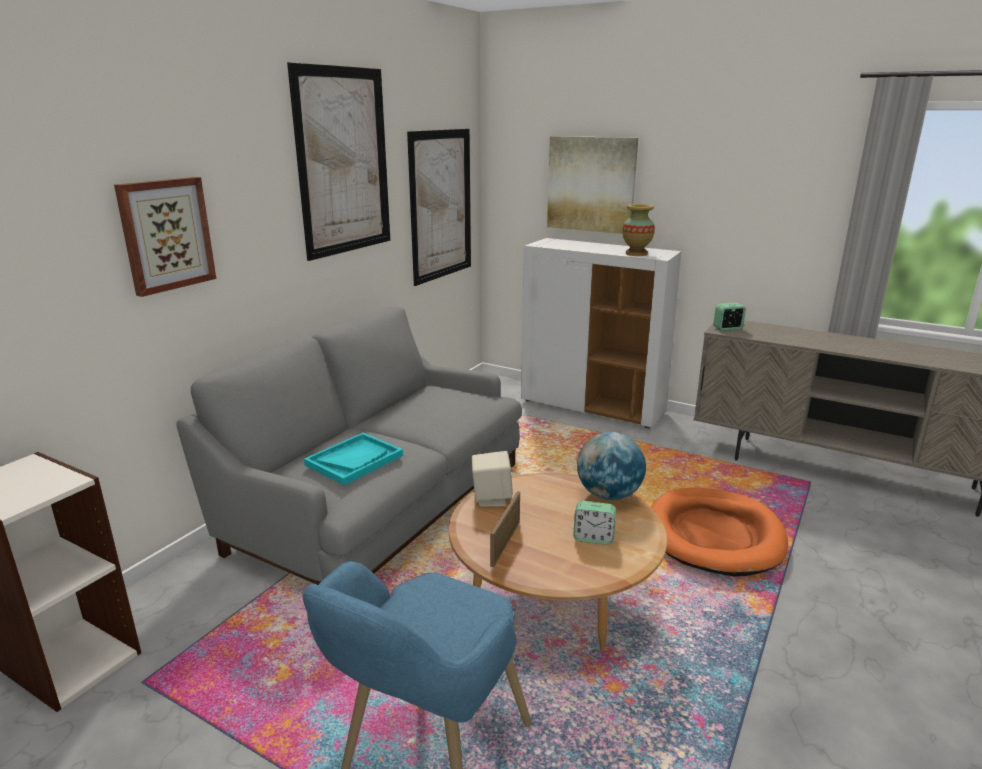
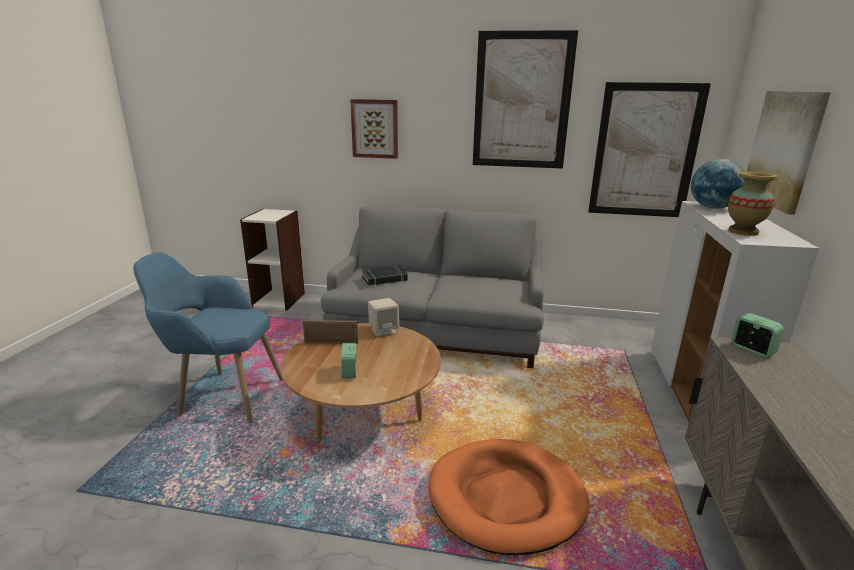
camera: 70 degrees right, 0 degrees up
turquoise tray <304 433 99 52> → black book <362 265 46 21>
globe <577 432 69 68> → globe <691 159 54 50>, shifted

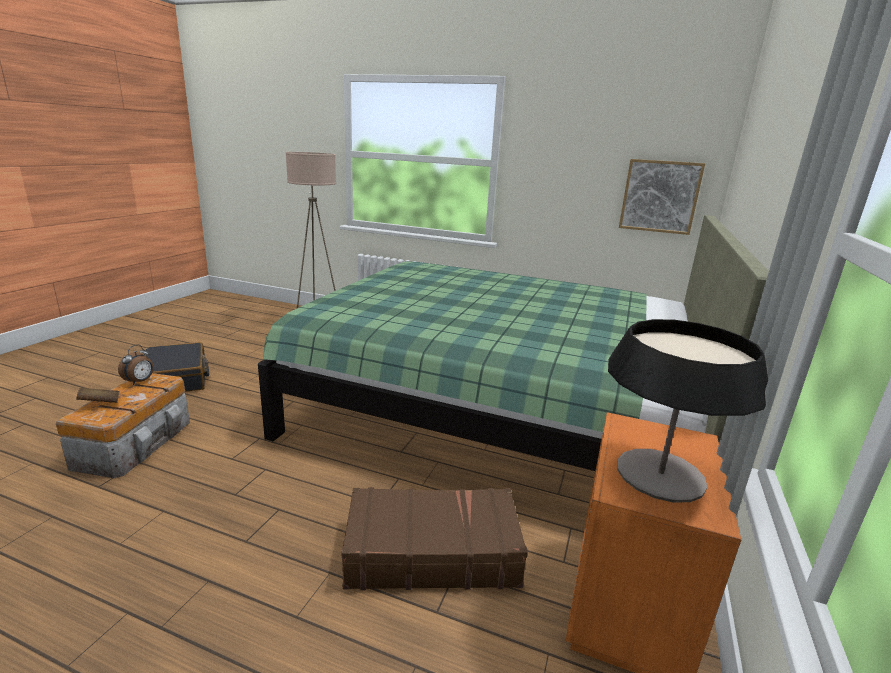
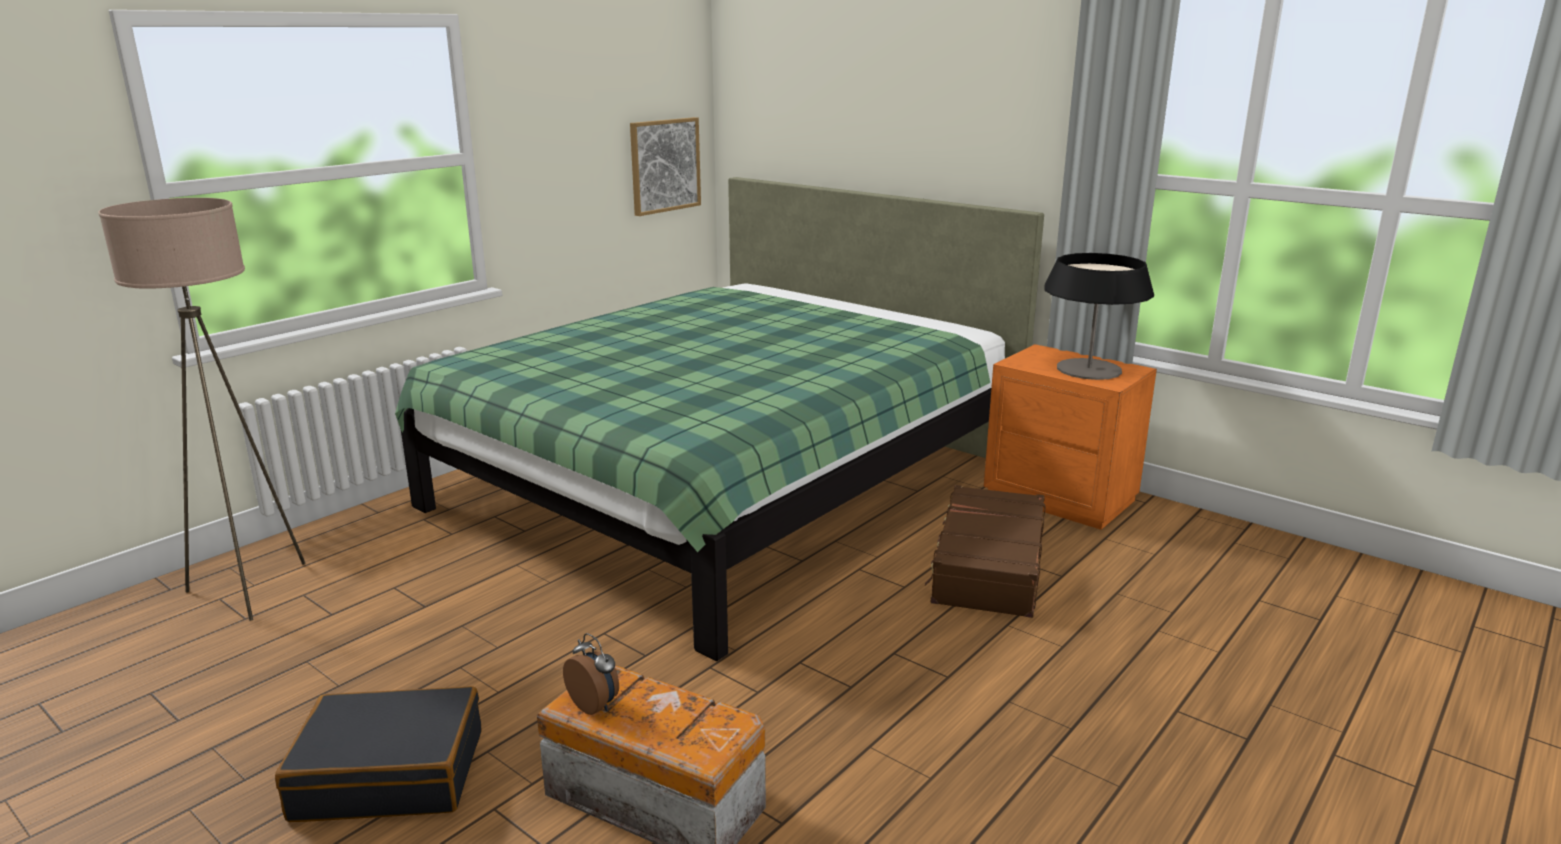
camera: 70 degrees left, 0 degrees up
brown book <76 388 44 15> → -

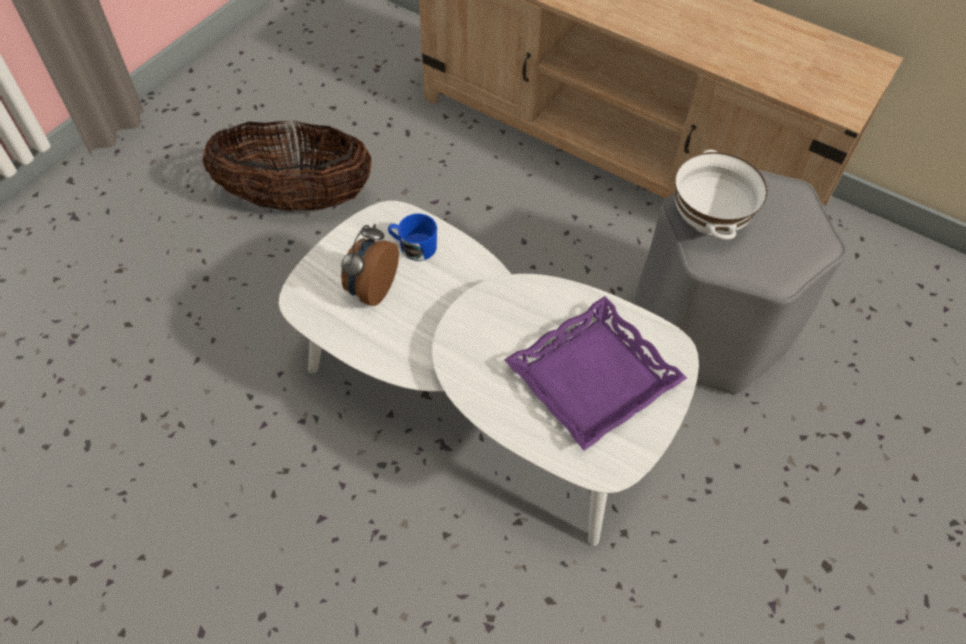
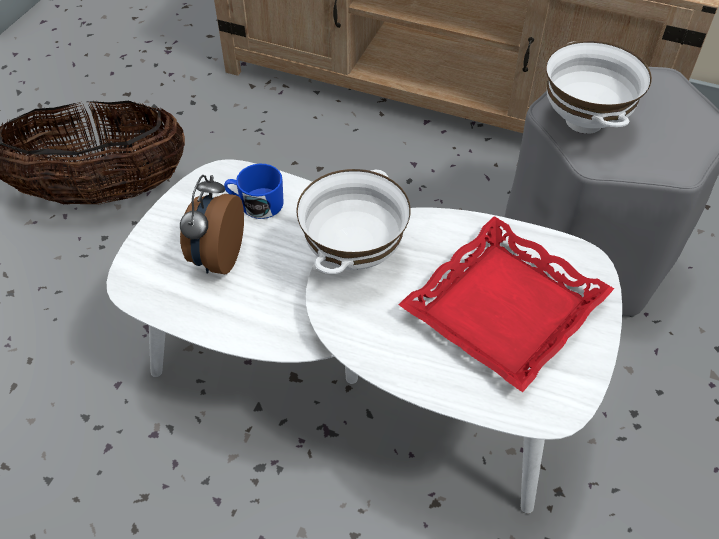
camera: 10 degrees left, 5 degrees down
- → white bowl <297 169 114 105>
purple tray <504 296 183 155> → red tray <398 216 216 176>

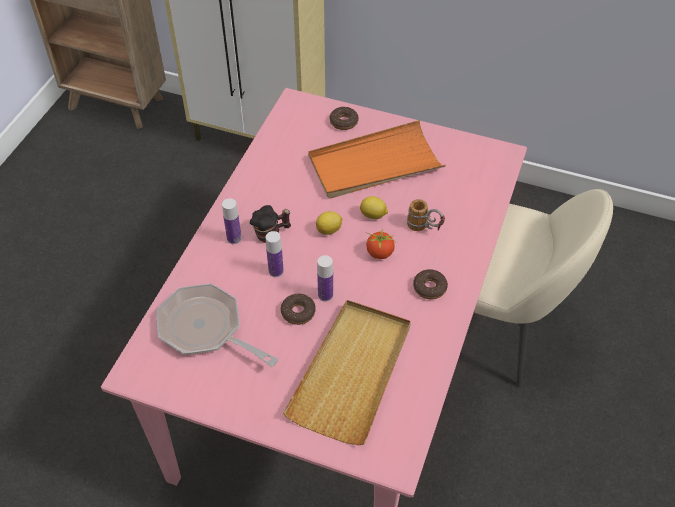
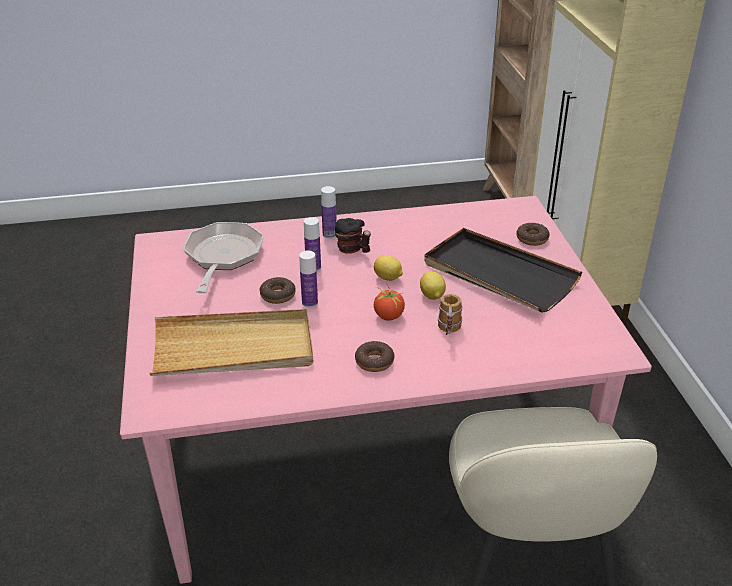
camera: 60 degrees right, 15 degrees down
orange tray <308 120 138 78> → black tray <424 228 158 85>

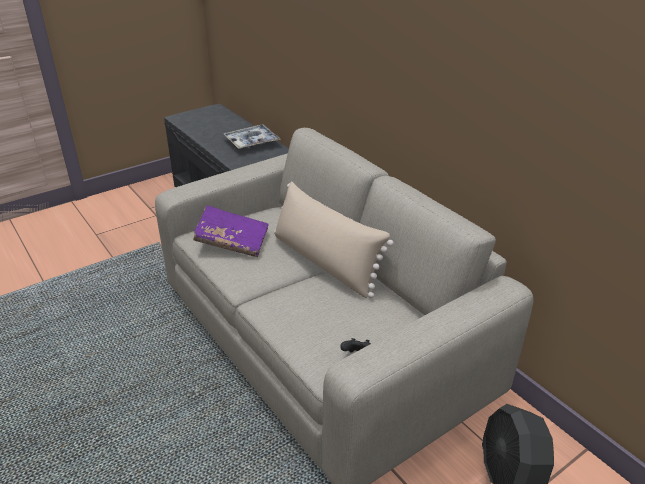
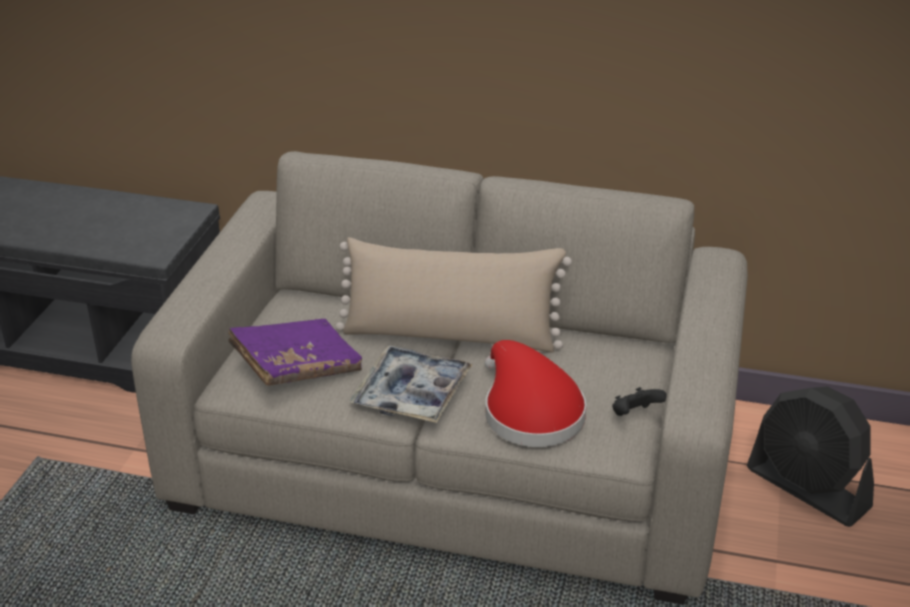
camera: 40 degrees left, 0 degrees up
tray <224 125 57 24> → tray <350 345 123 78>, shifted
- → red hat <485 340 101 107>

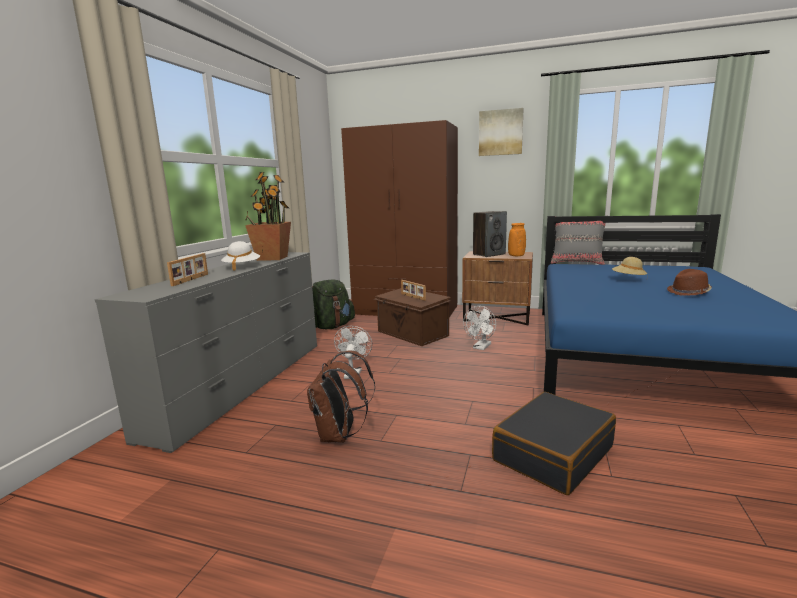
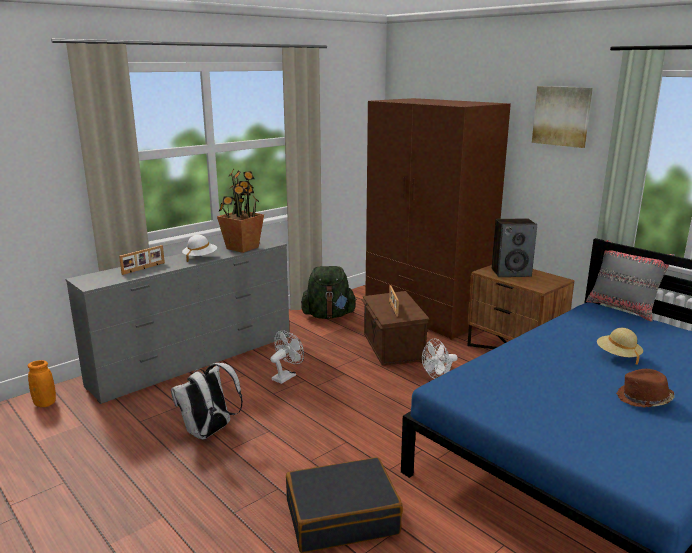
camera: 30 degrees right, 5 degrees up
orange vase <508 223 18 33> → orange vase <28 360 28 47>, shifted
brown backpack <307 350 68 92> → white backpack <171 363 72 77>

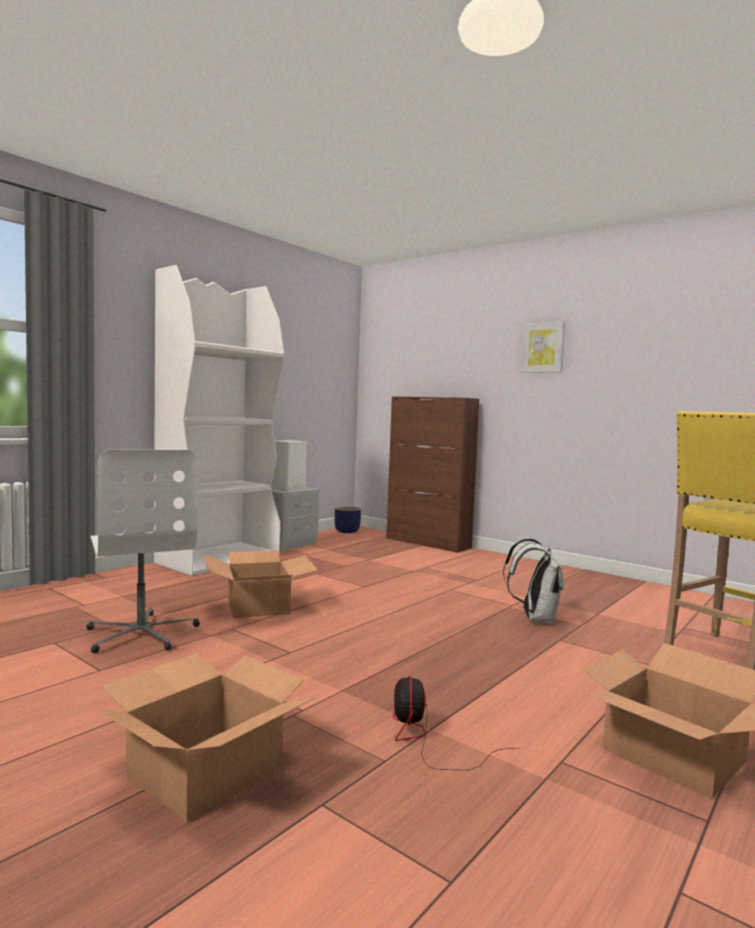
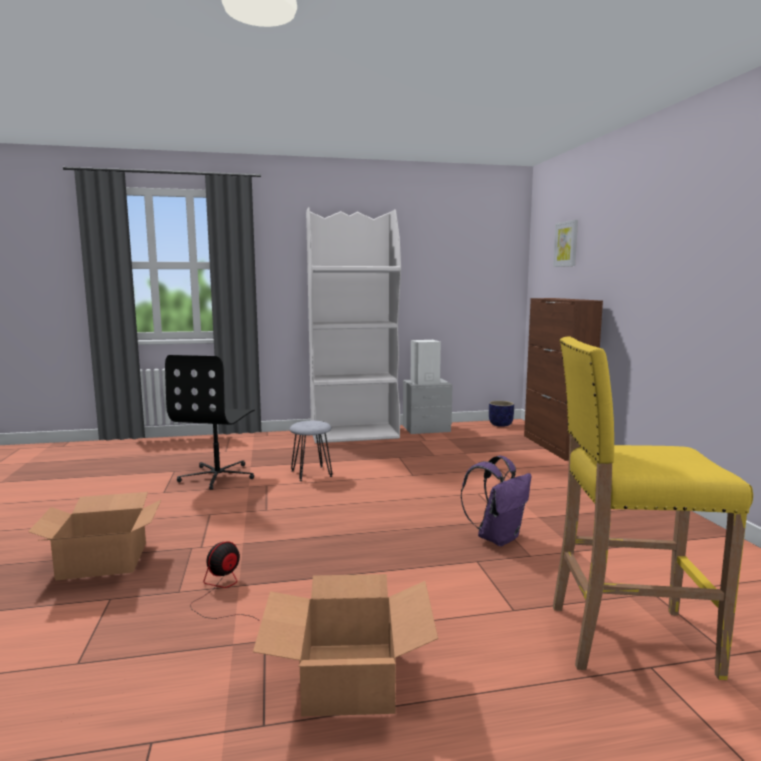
camera: 40 degrees right, 5 degrees up
white office chair <86 450 114 203> → black office chair <165 355 90 135>
cardboard box <205 550 112 68> → grey stool <290 421 42 60>
white backpack <503 538 61 86> → purple backpack <461 456 70 90>
picture <521 321 44 52> → picture <553 220 25 47>, shifted

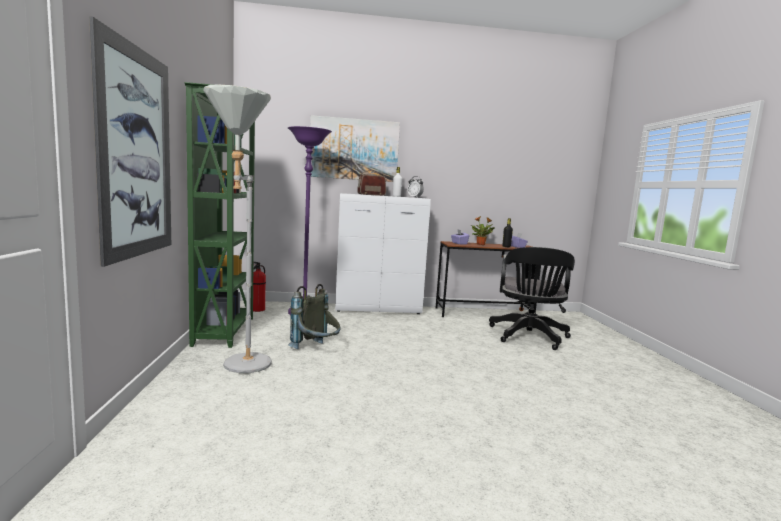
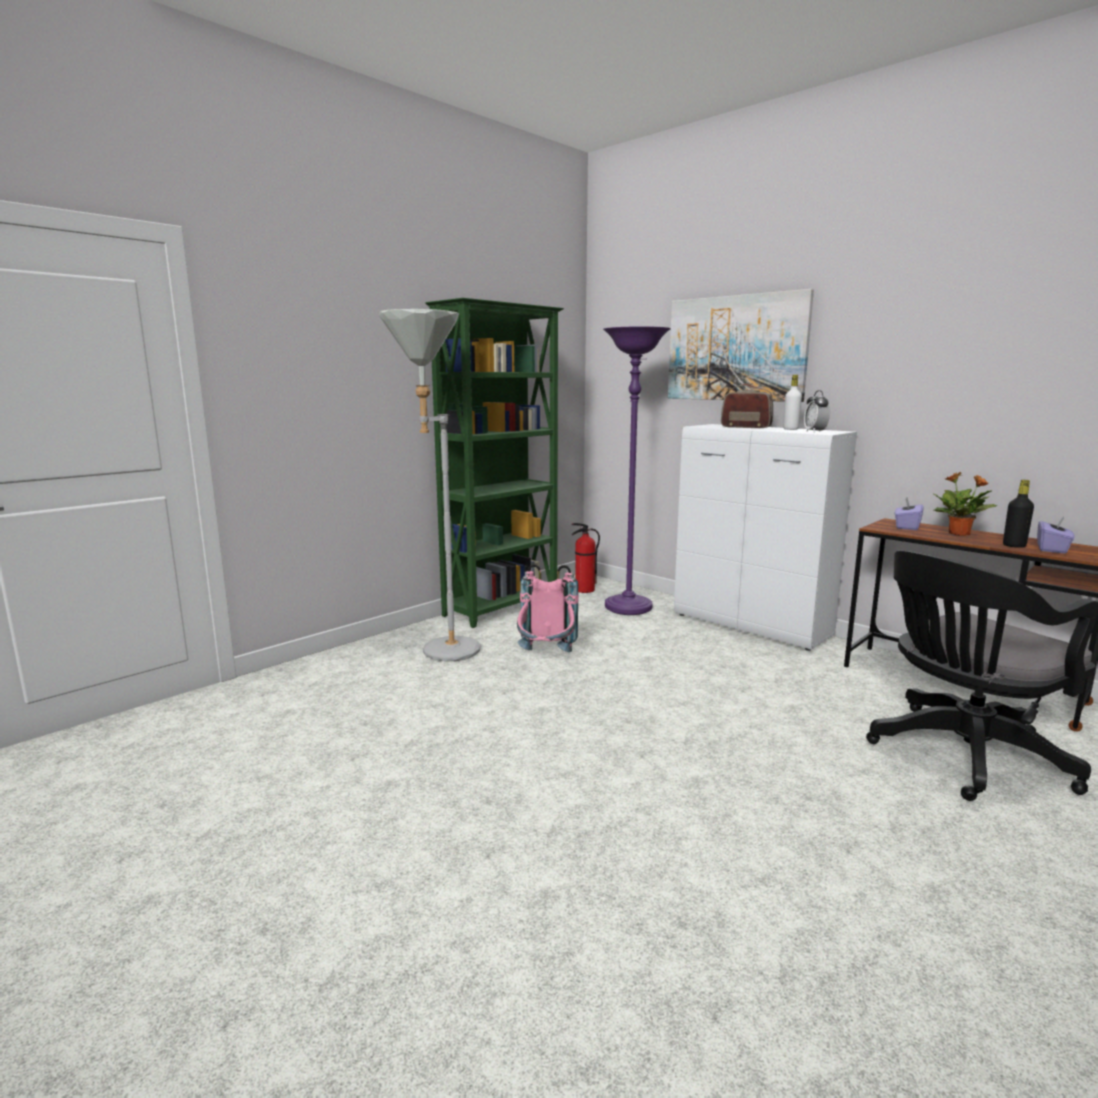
camera: 50 degrees right, 5 degrees up
grey backpack <288 284 53 65> → pink backpack <517 564 62 88>
picture <89 16 82 251> → -

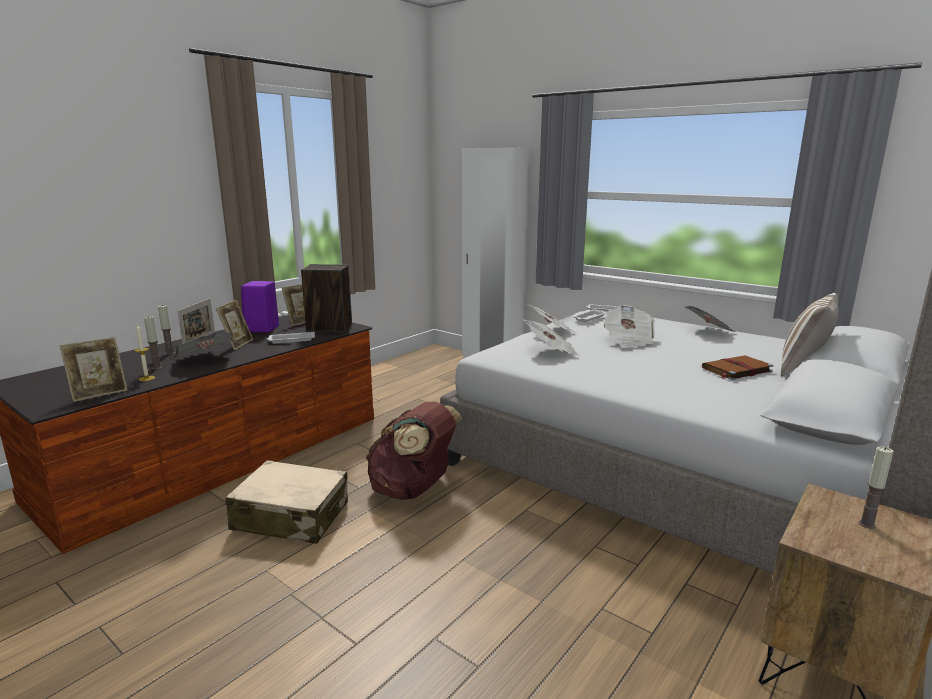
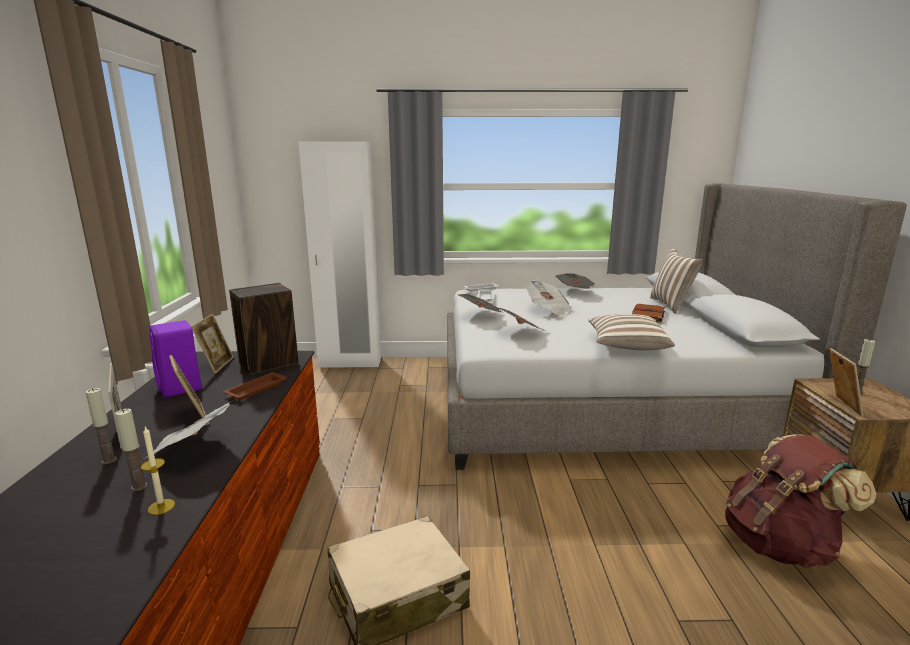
camera: 40 degrees left, 0 degrees up
white tray <267 331 48 13> → brown tray <224 372 63 28>
- → pillow <588 314 87 36>
brown backpack <366 402 96 98> → brown backpack <725 434 151 134>, shifted
picture frame <60 337 67 65> → picture frame <829 348 35 68>, shifted

